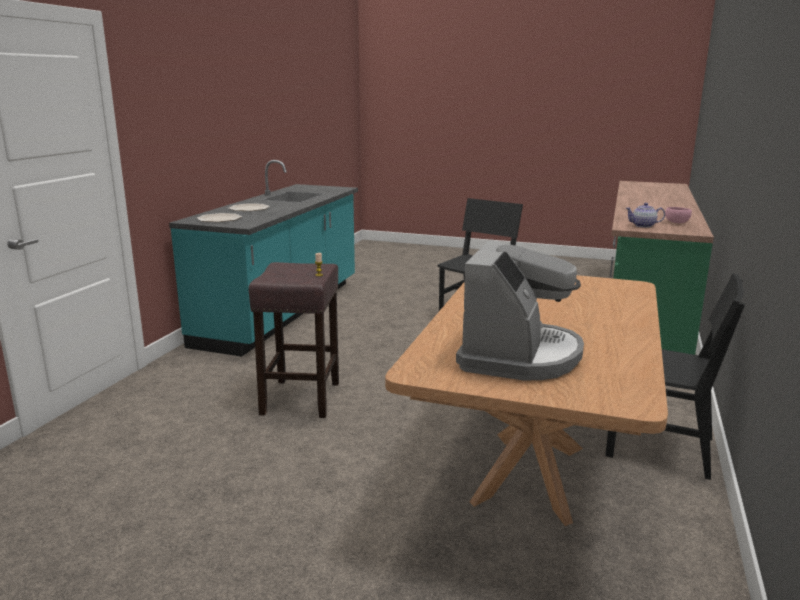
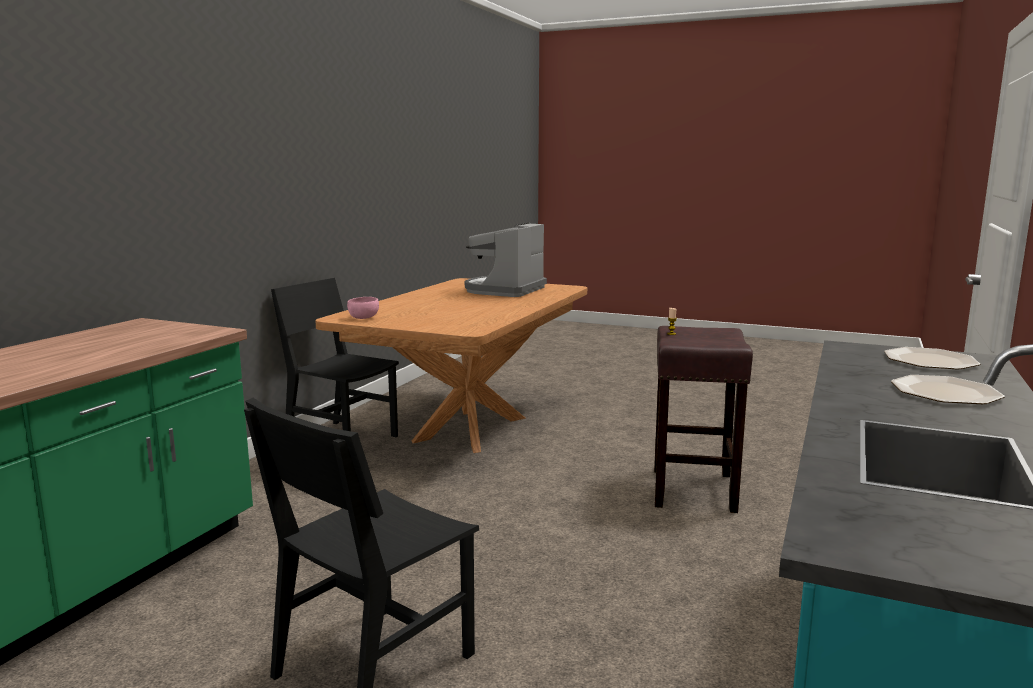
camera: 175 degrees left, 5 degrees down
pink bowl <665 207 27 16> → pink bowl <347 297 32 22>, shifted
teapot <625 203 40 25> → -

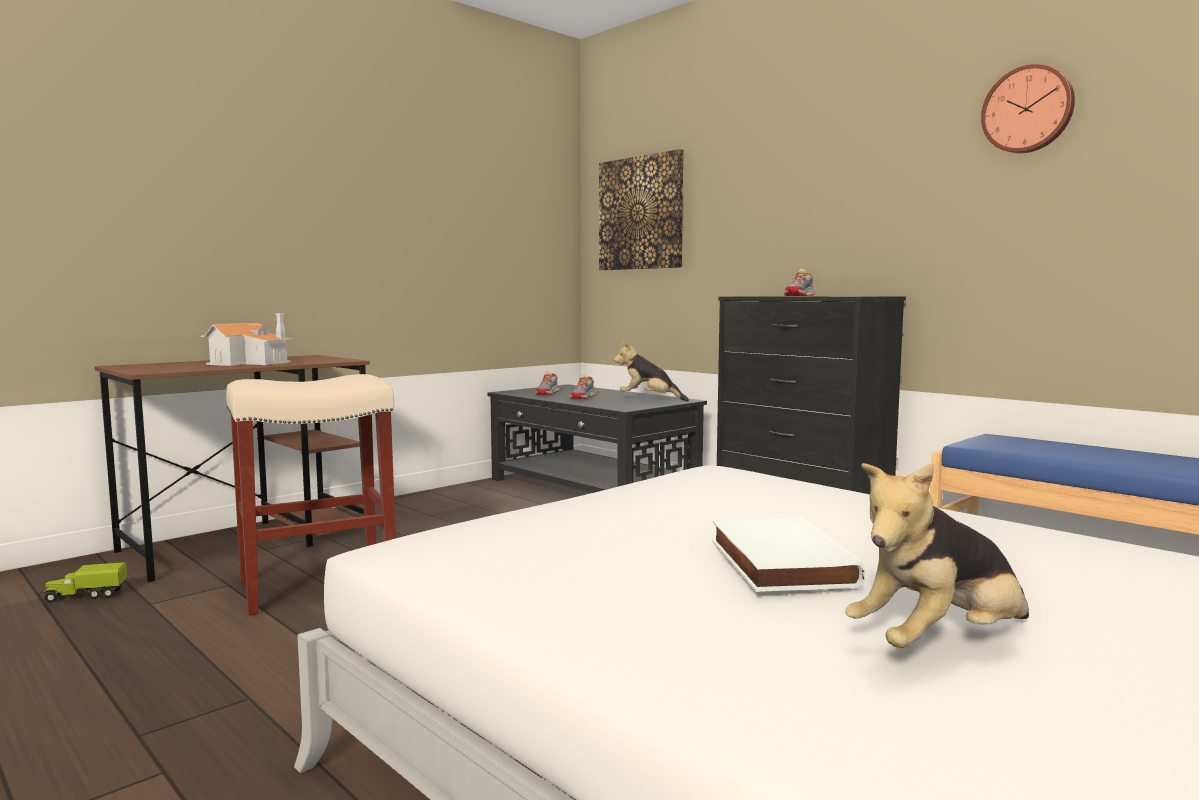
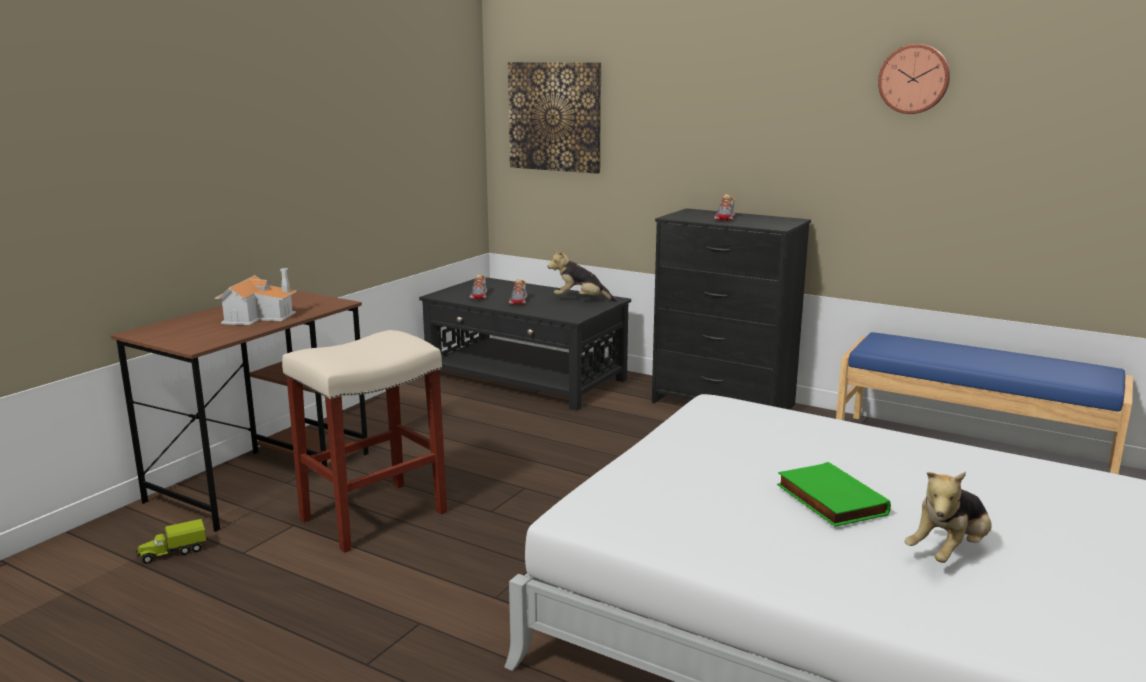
camera: 15 degrees left, 10 degrees up
white book <712 517 153 75> → green book <777 462 114 65>

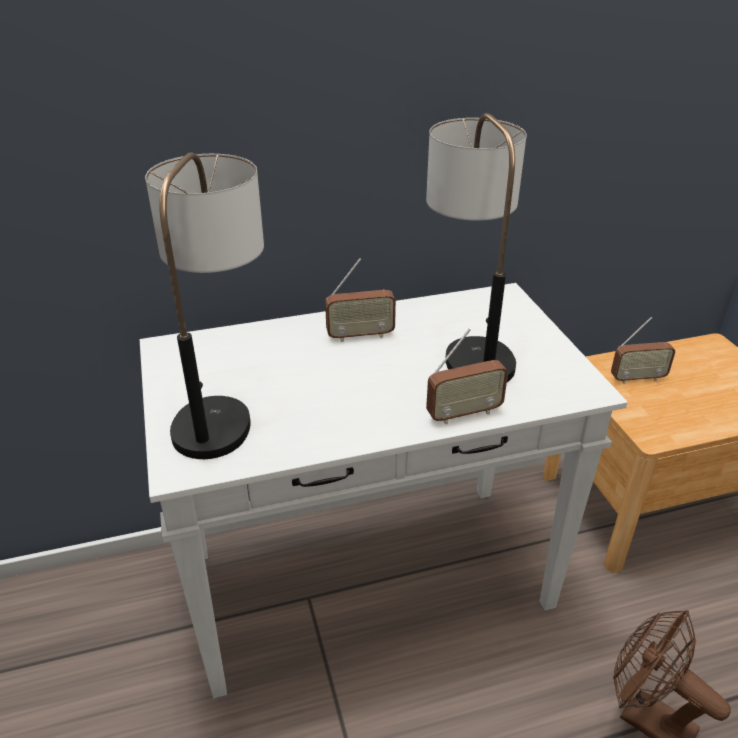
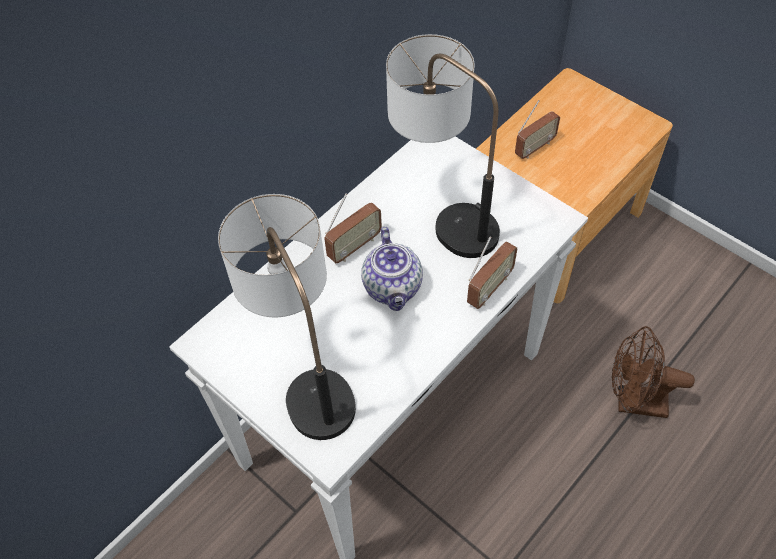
camera: 30 degrees left, 20 degrees up
- → teapot <361 227 62 84>

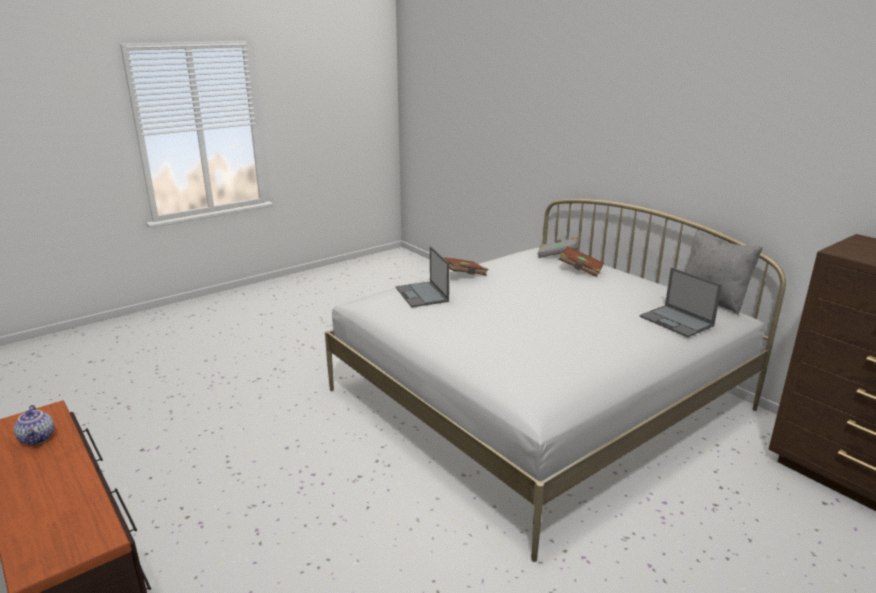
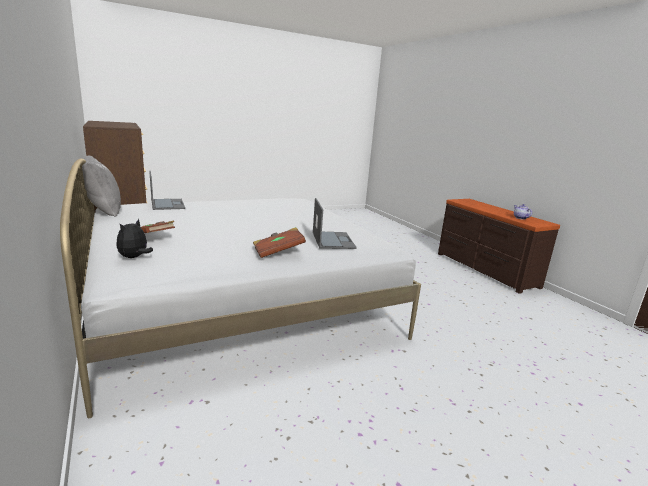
camera: 170 degrees left, 5 degrees down
grey book <538 237 40 21> → plush toy <116 219 37 39>

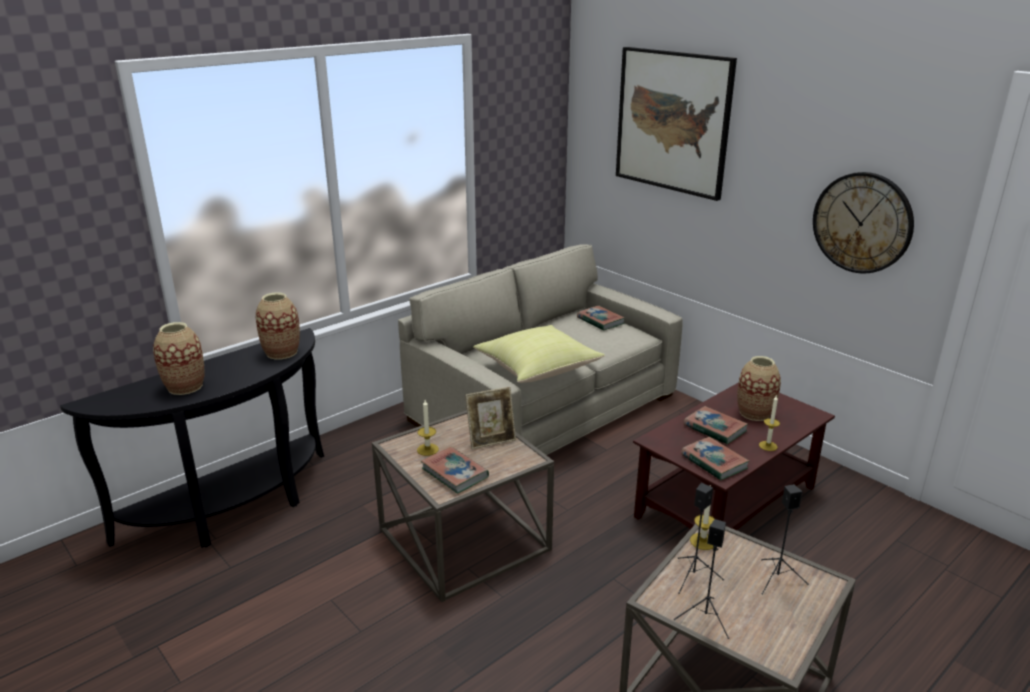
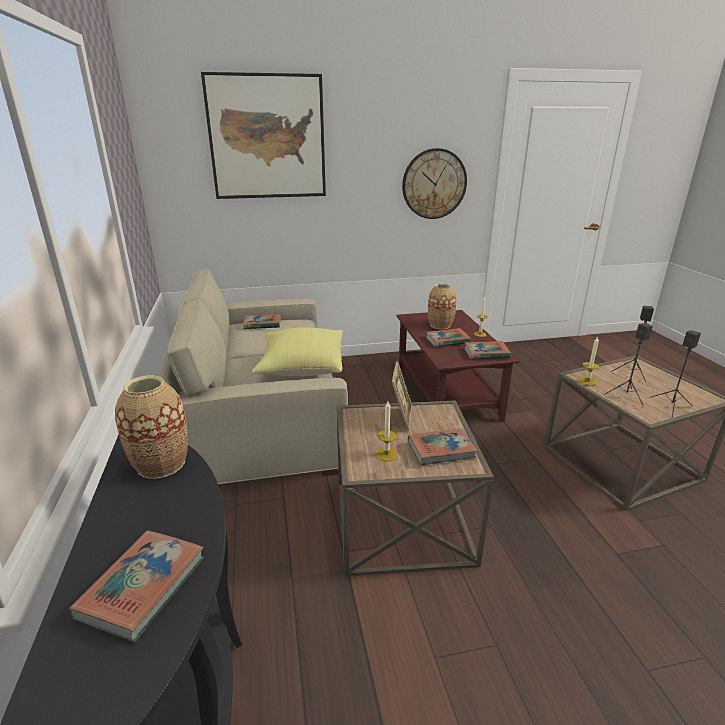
camera: 60 degrees left, 0 degrees up
vase <153 322 51 73> → book <68 530 136 112>

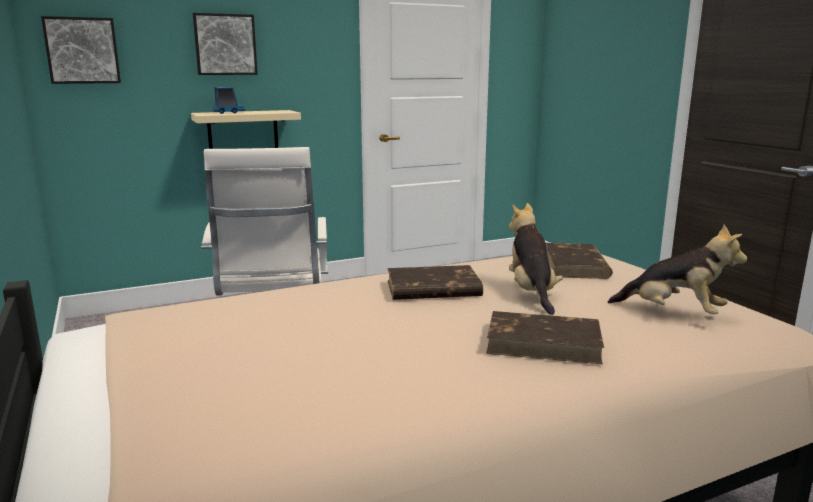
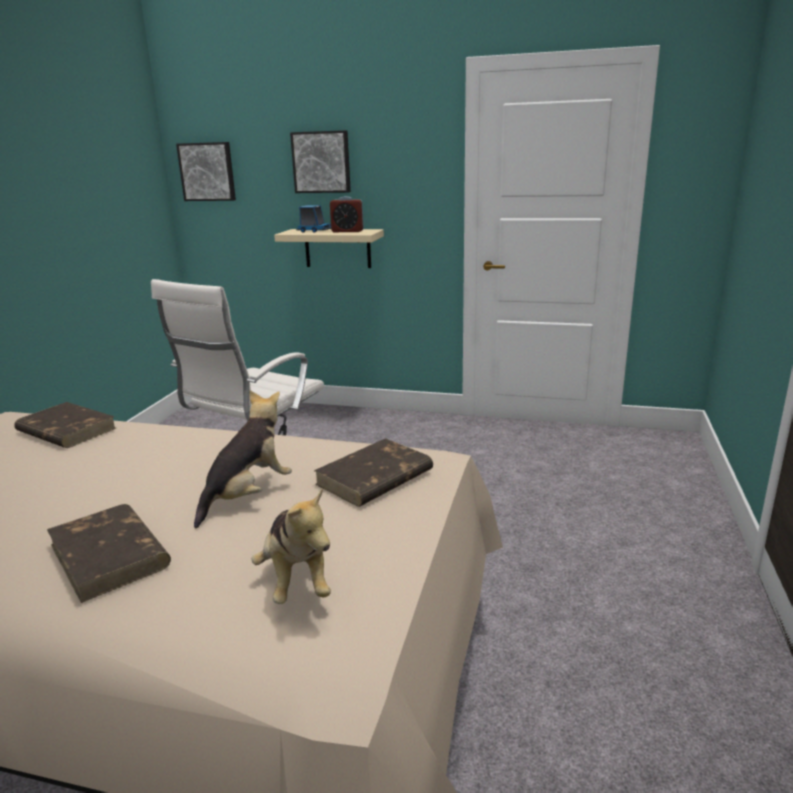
camera: 40 degrees right, 5 degrees up
brown book <387 265 96 35> → brown book <14 402 102 46>, shifted
- → alarm clock <330 196 34 36>

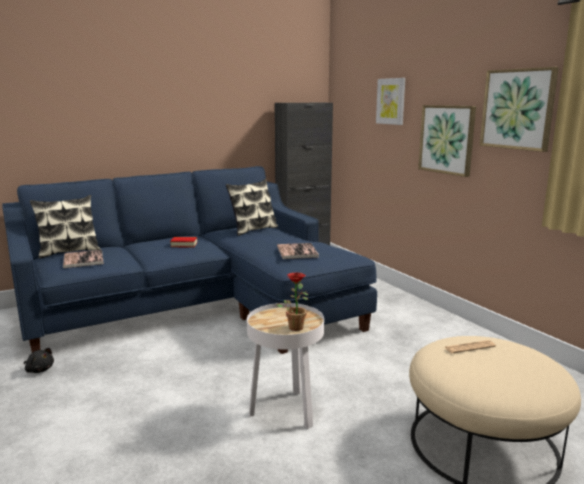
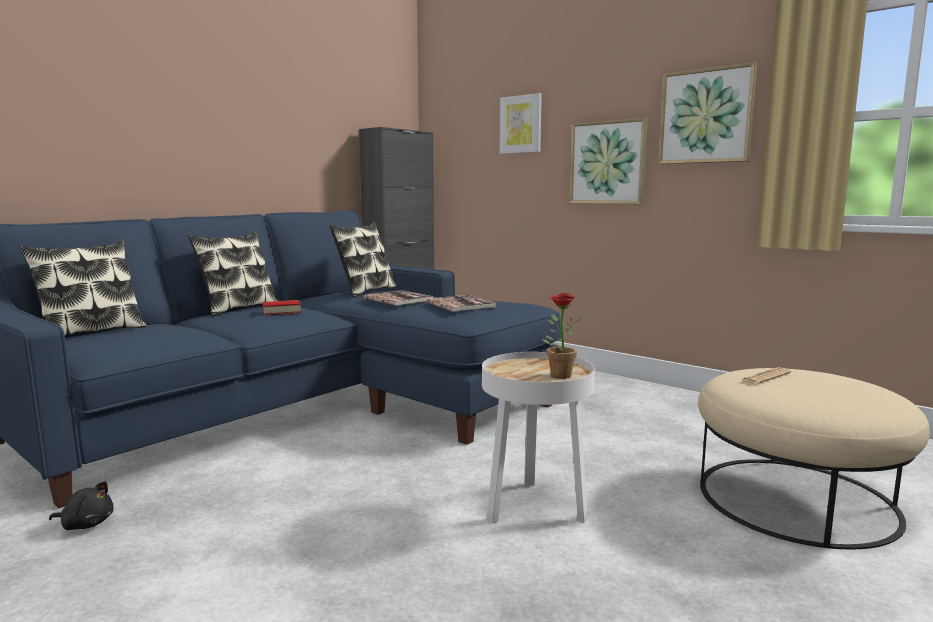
camera: 20 degrees left, 5 degrees down
- → pillow <188 231 90 85>
book <63 250 41 18> → book <364 290 70 16>, shifted

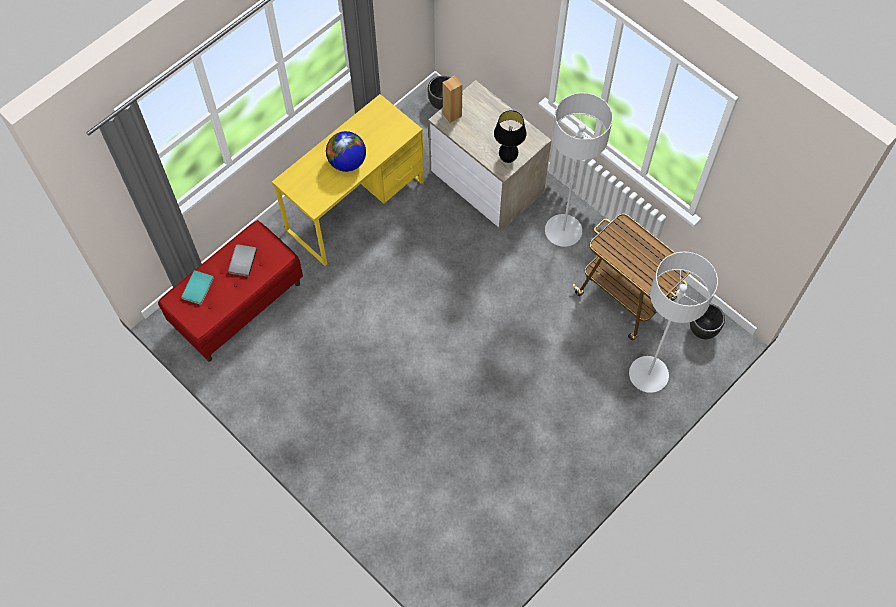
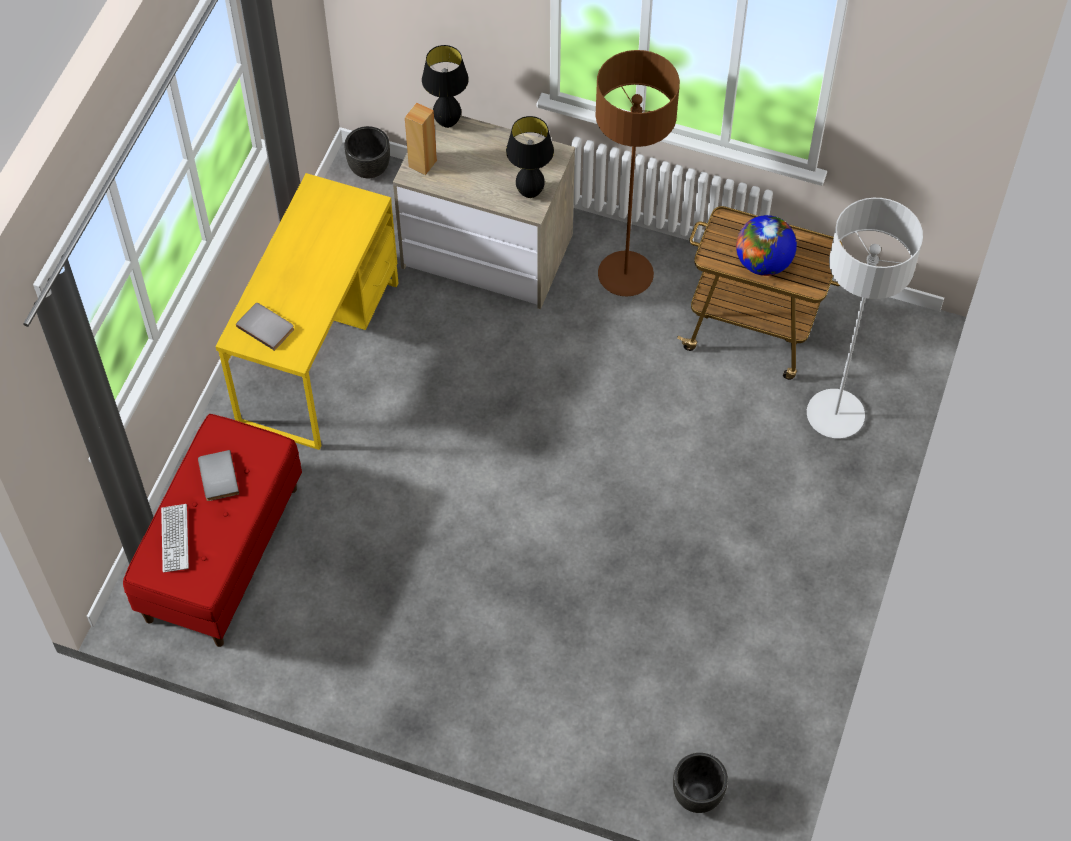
camera: 25 degrees left, 5 degrees down
turquoise book <181 270 33 35> → keyboard <161 504 28 68>
- → grey book <236 303 58 48>
- → black table lamp <422 45 47 83>
grey floor lamp <545 93 68 154> → brown floor lamp <595 50 85 246>
black planter <690 303 35 36> → black planter <673 753 55 60>, shifted
globe <326 131 40 41> → globe <736 215 61 61>, shifted

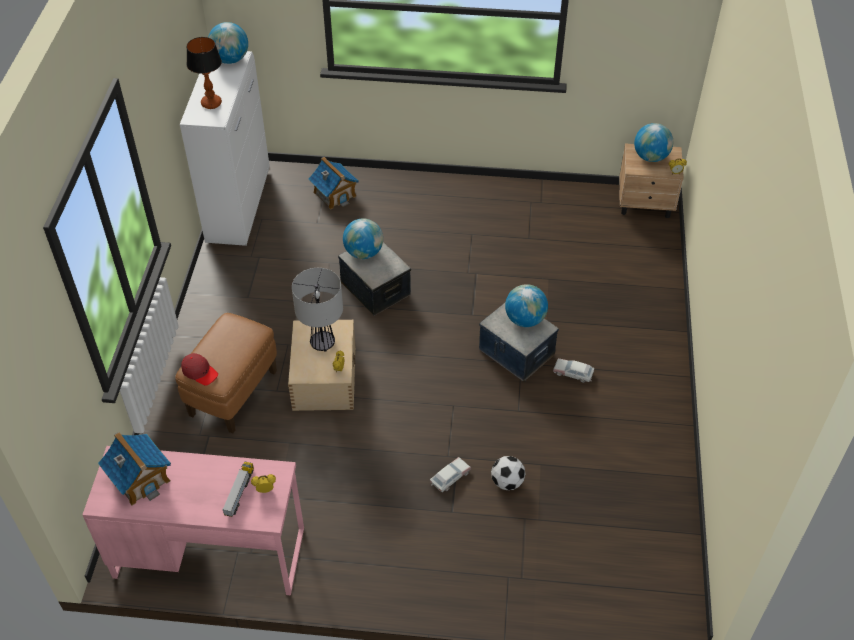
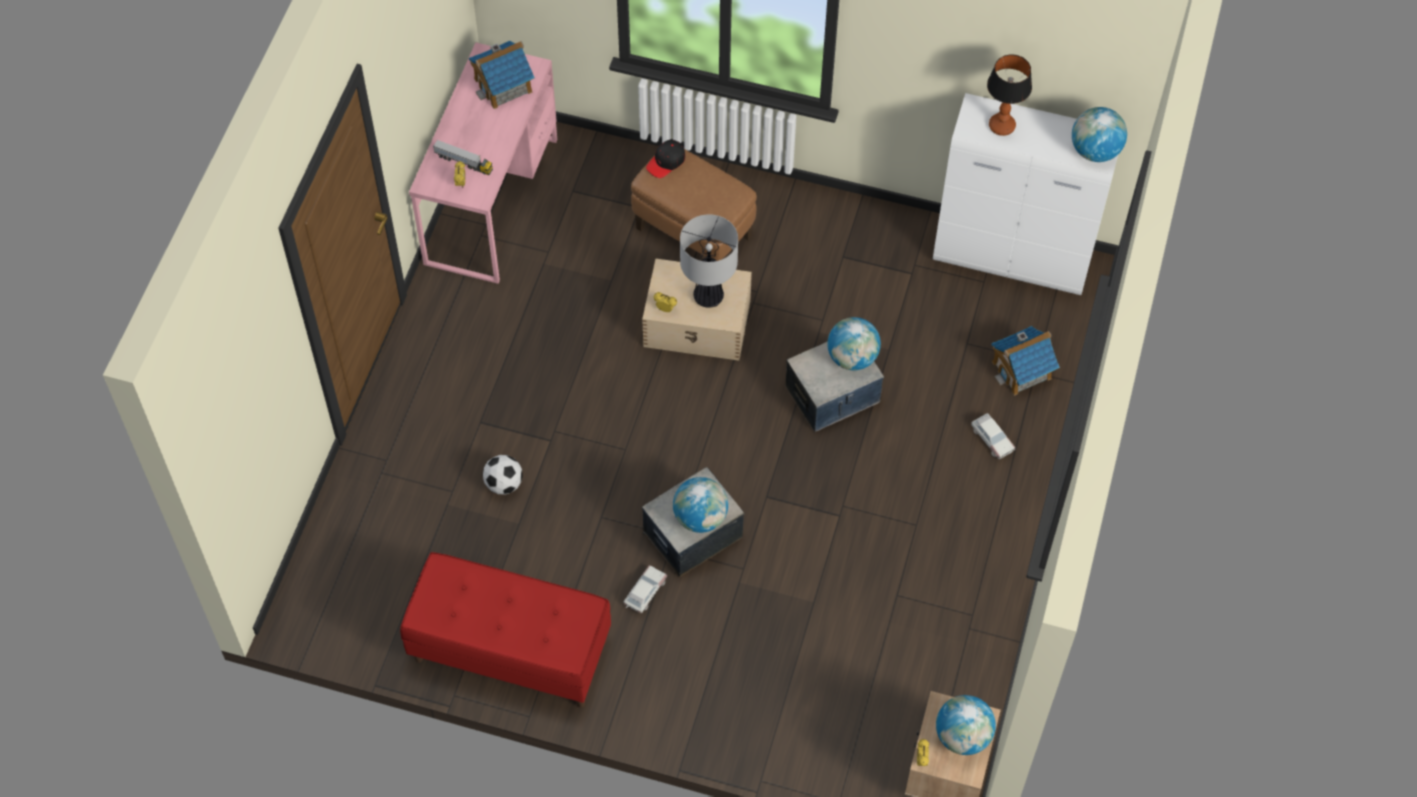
camera: 100 degrees right, 10 degrees up
- → red bench <400 552 211 156>
red cap <181 353 37 32> → black cap <646 140 39 38>
toy car <430 457 41 35> → toy car <971 413 44 46>, shifted

